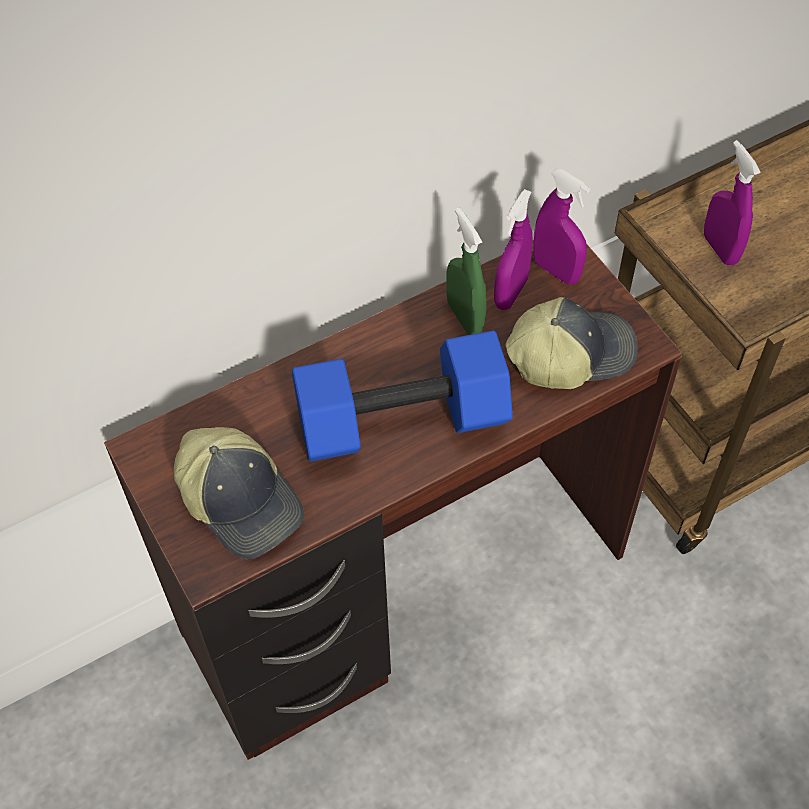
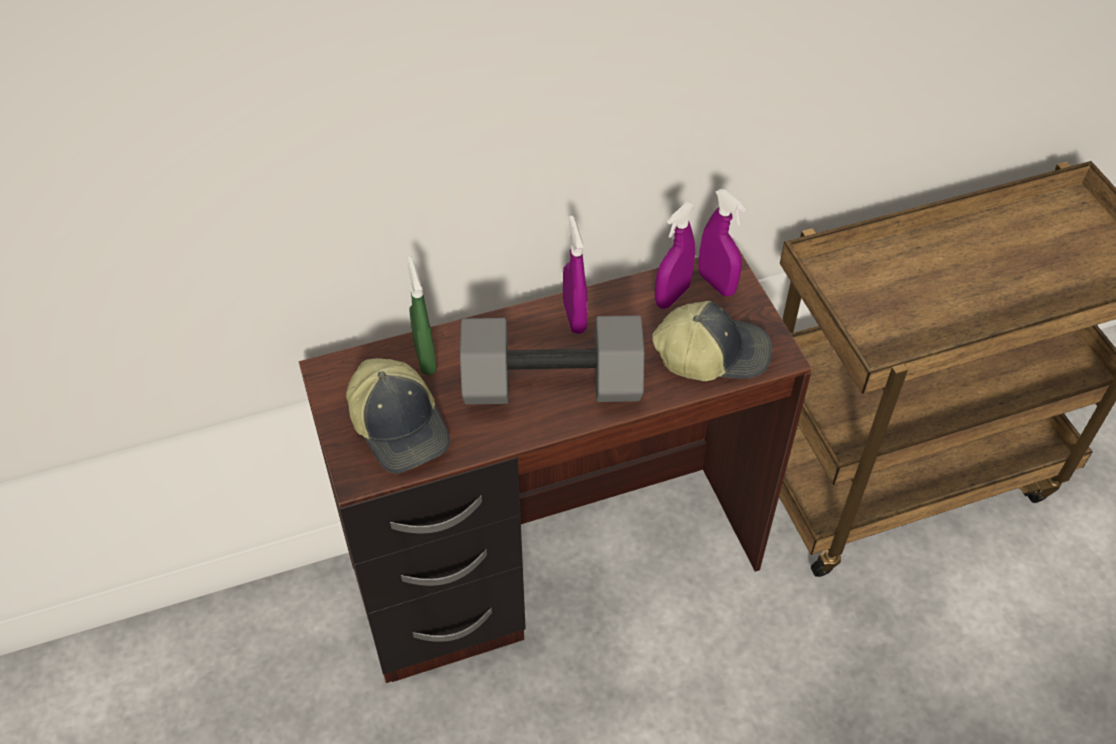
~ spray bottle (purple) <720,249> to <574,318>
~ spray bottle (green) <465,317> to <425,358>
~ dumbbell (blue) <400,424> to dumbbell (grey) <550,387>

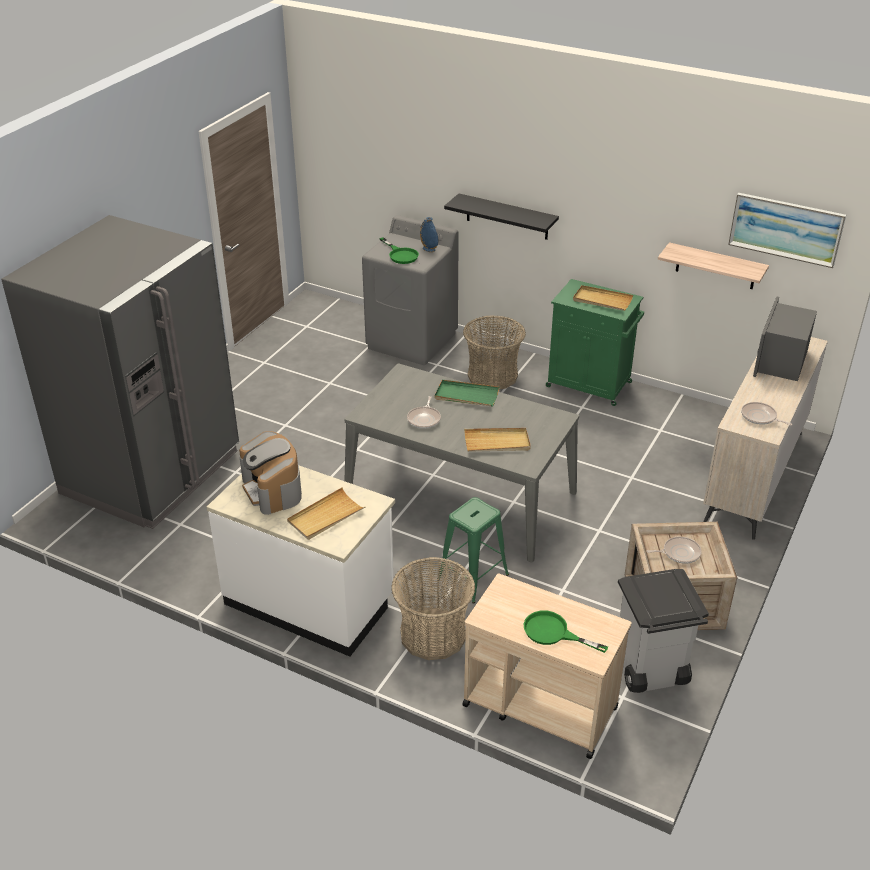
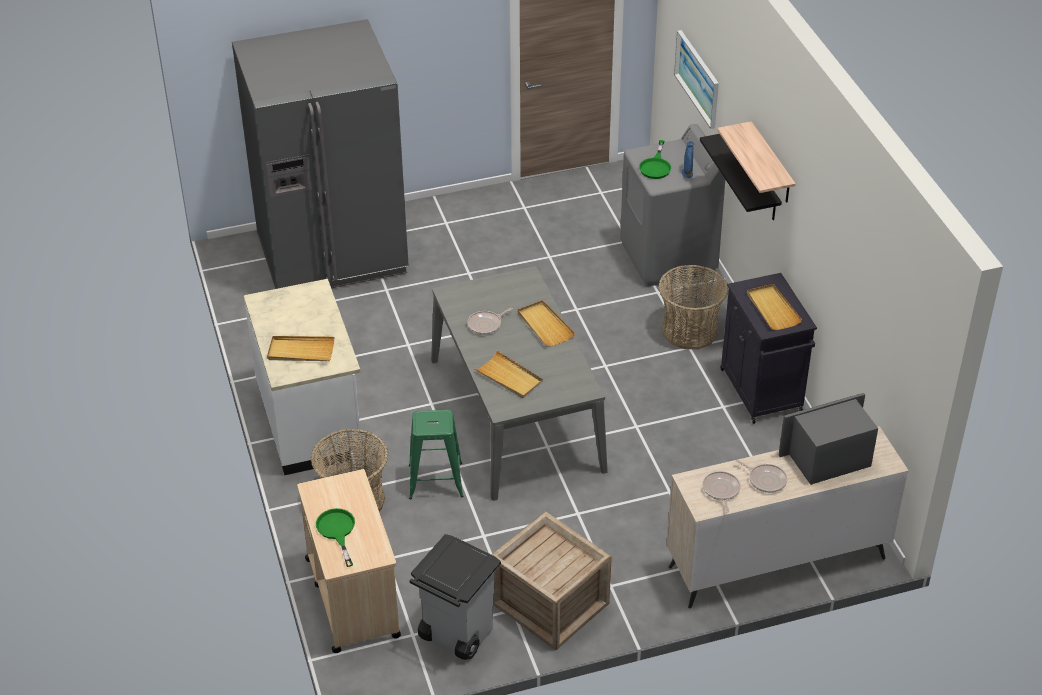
~ picture <786,229> to <698,78>
~ shelf <716,266> to <771,164>
~ cabinet (green) <590,385> to cabinet (black) <762,392>
~ tray (green) <466,395> to tray (beige) <544,325>
- coffee machine <273,490>
~ frying pan <679,553> to <765,480>

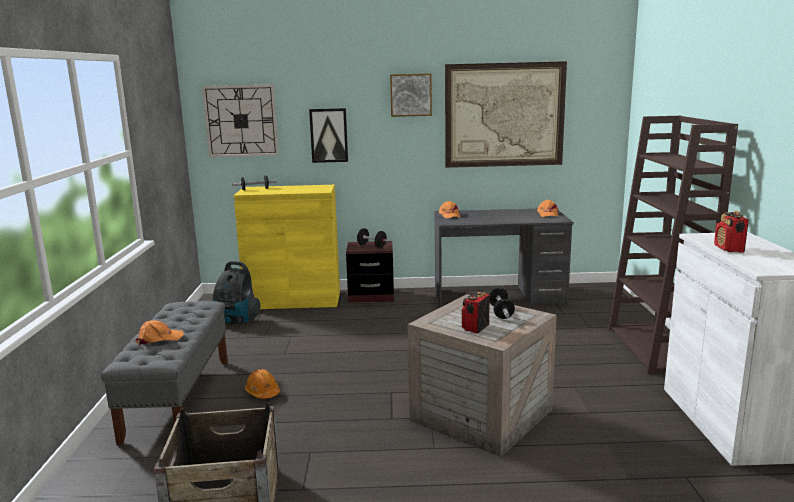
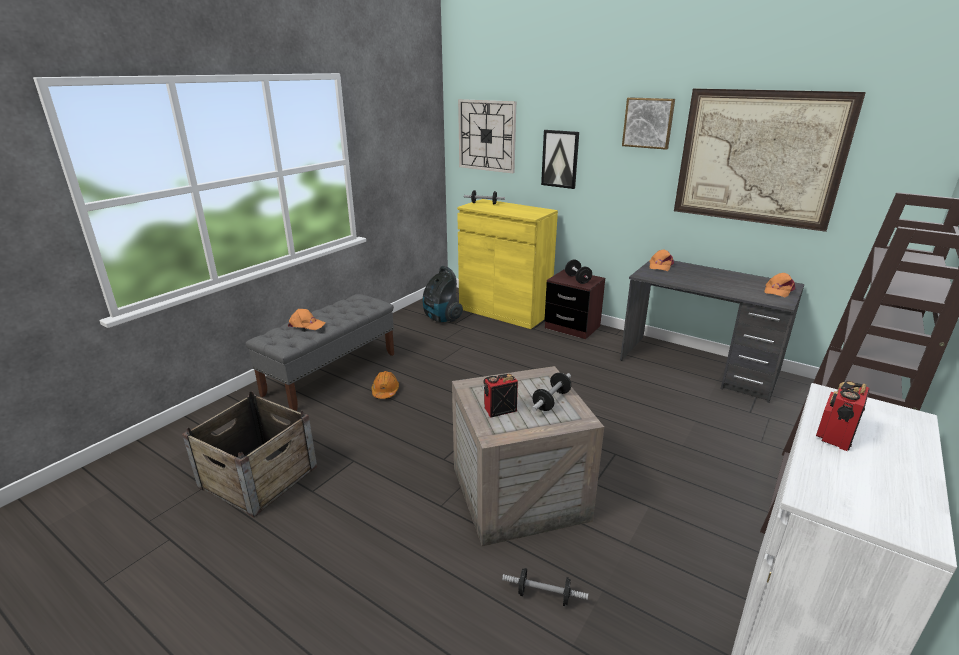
+ dumbbell <543,595>

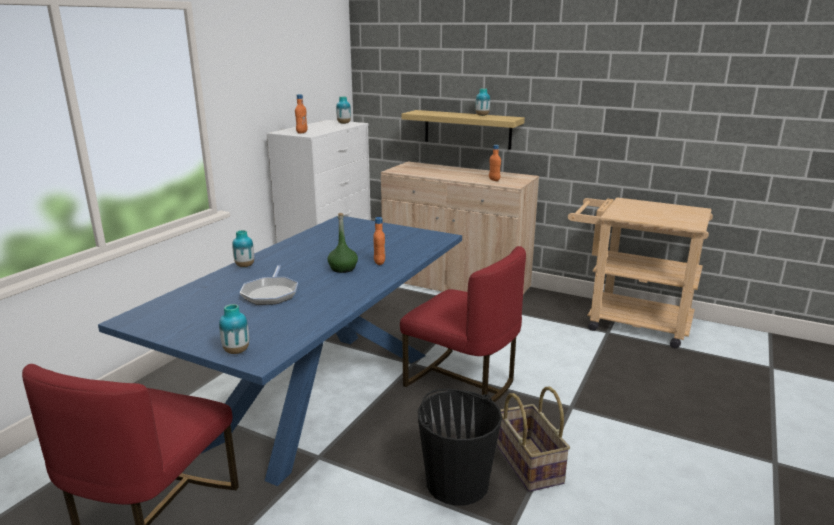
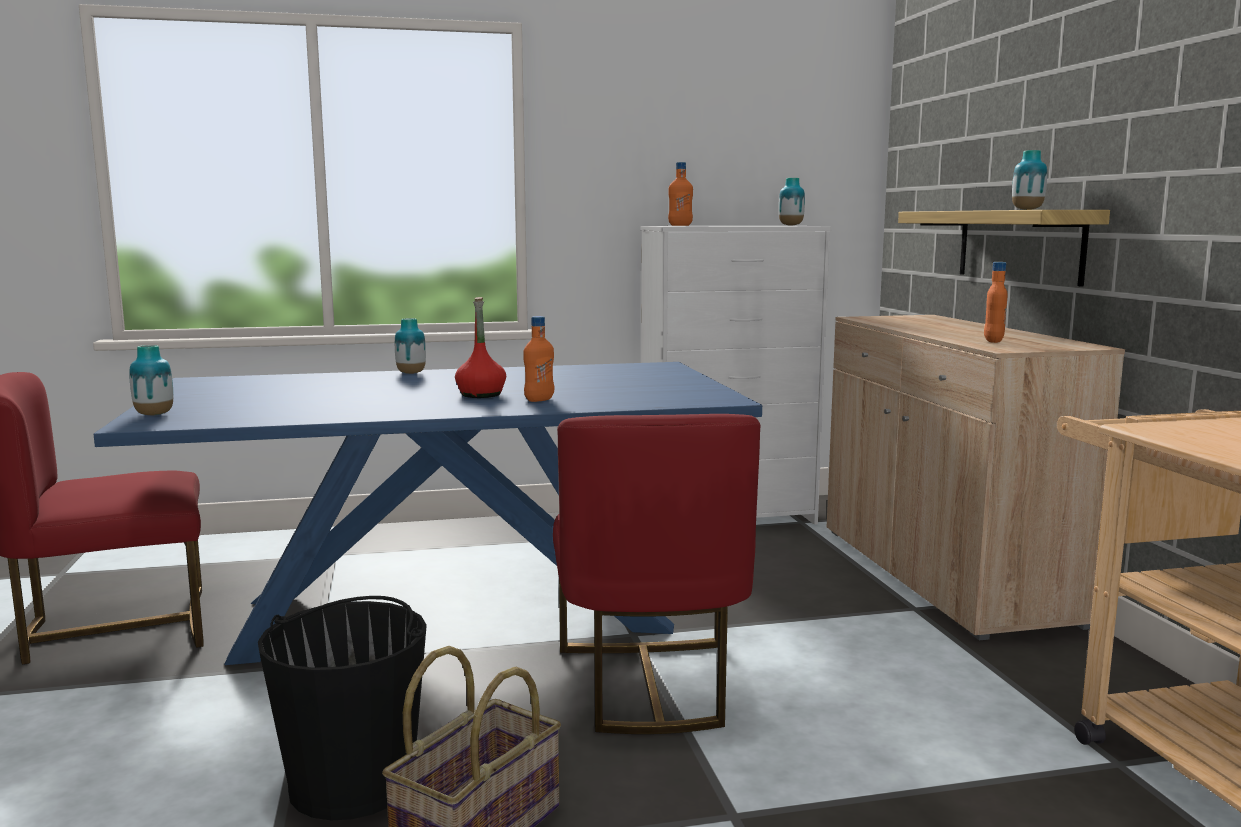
~ bottle (green) <343,268> to bottle (red) <481,395>
- frying pan <271,293>

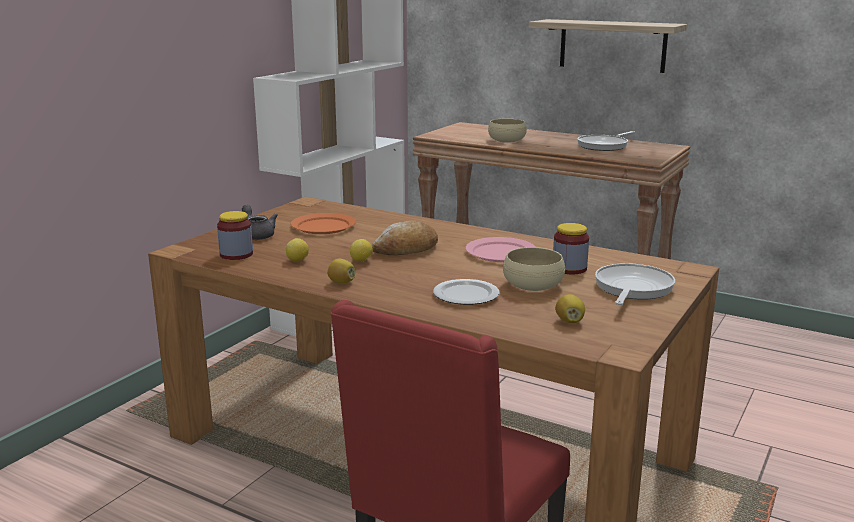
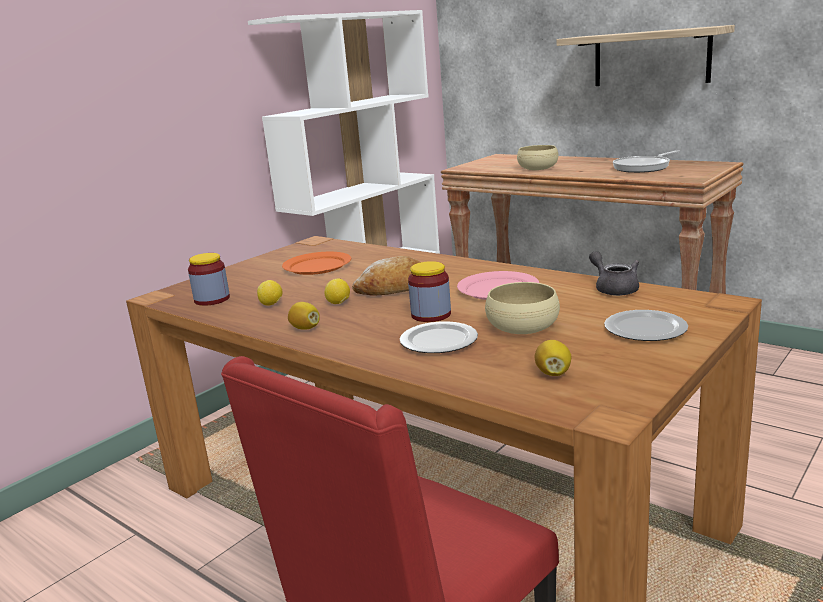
~ teapot (grey) <257,235> to <614,289>
~ jar <569,268> to <431,315>
~ frying pan <632,289> to plate <644,329>

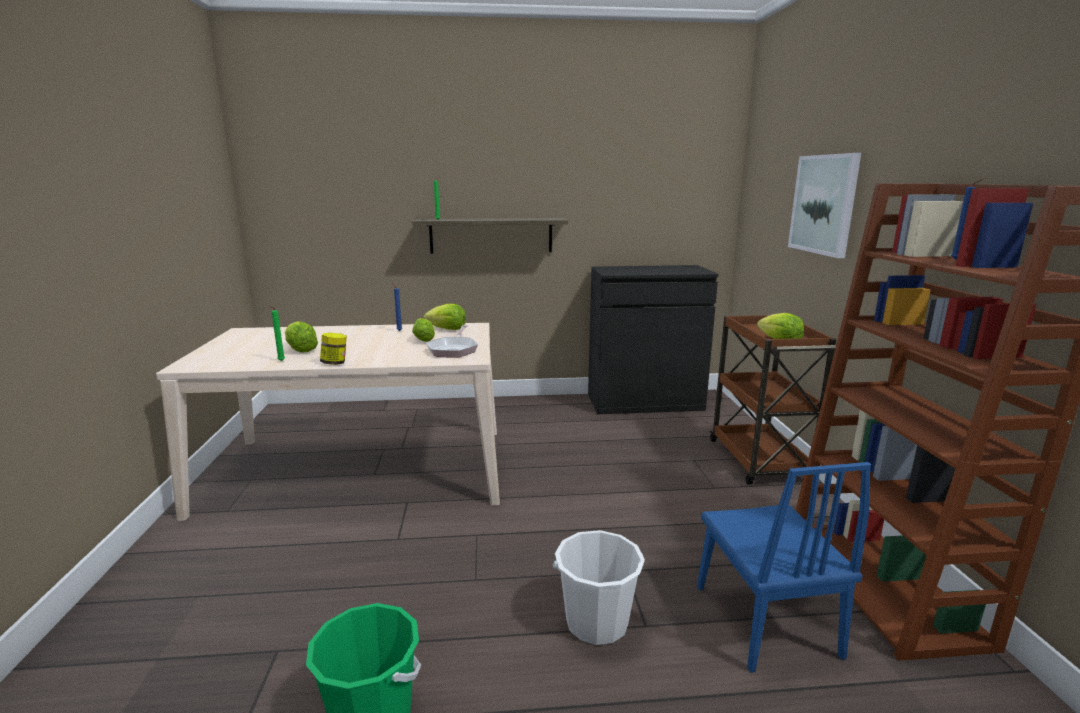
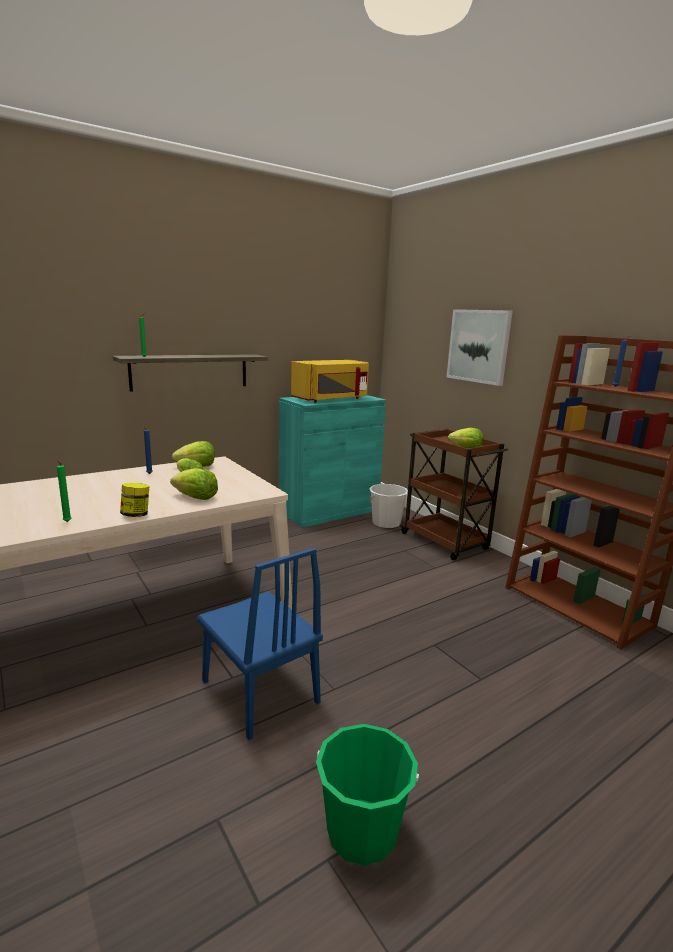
~ cabinet (black) <644,402> to cabinet (turquoise) <329,511>
~ lettuce <300,350> to <195,498>
- frying pan <453,349>
~ chair (blue) <765,619> to <259,691>
~ bucket (white) <597,622> to <386,523>
+ microwave (yellow) <331,399>

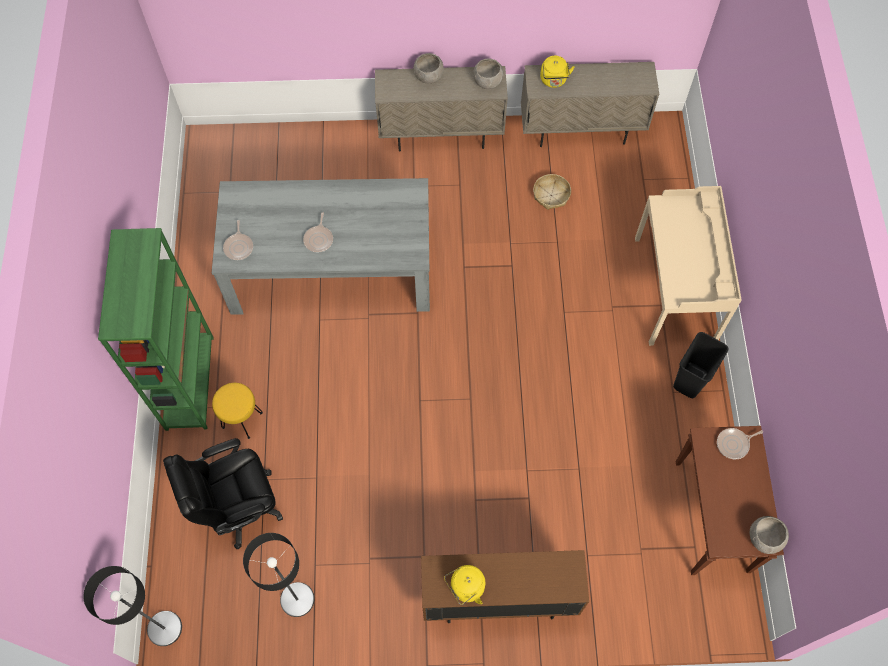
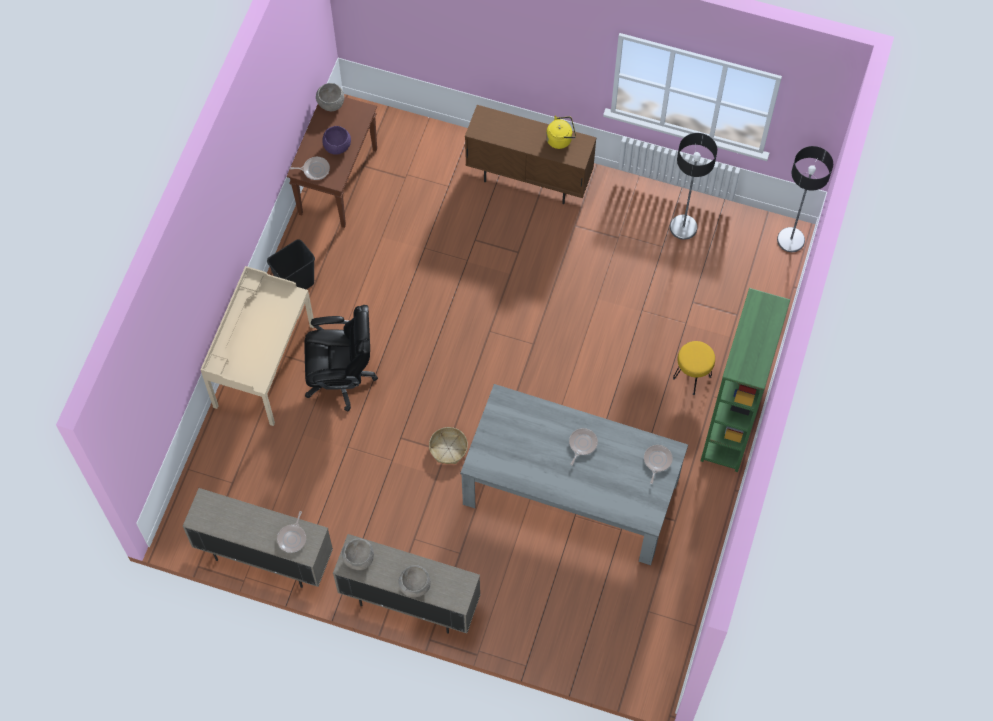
~ kettle (yellow) <554,81> to frying pan <292,538>
~ basket <551,195> to <448,449>
~ office chair (black) <239,506> to <341,377>
+ bowl (purple) <337,147>

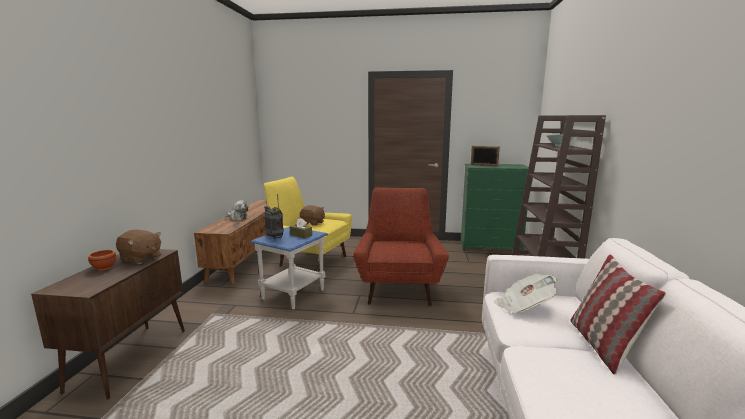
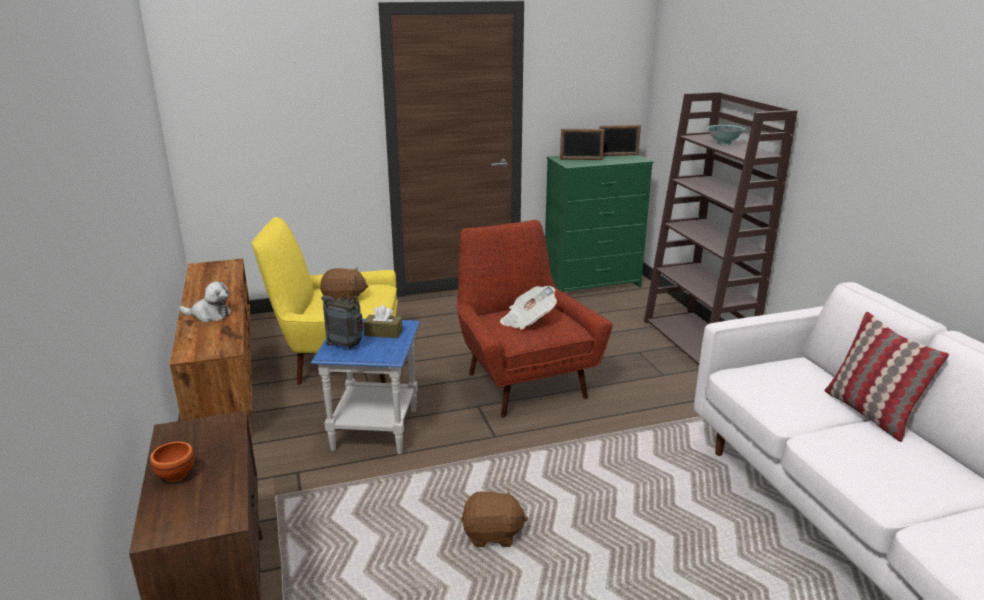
~ plush toy (brown) <141,259> to <492,534>
~ newspaper <523,306> to <527,321>
+ picture frame <618,155>

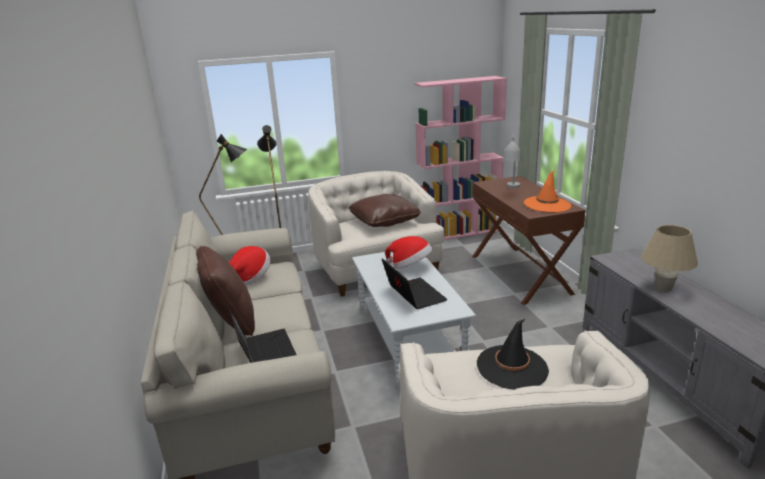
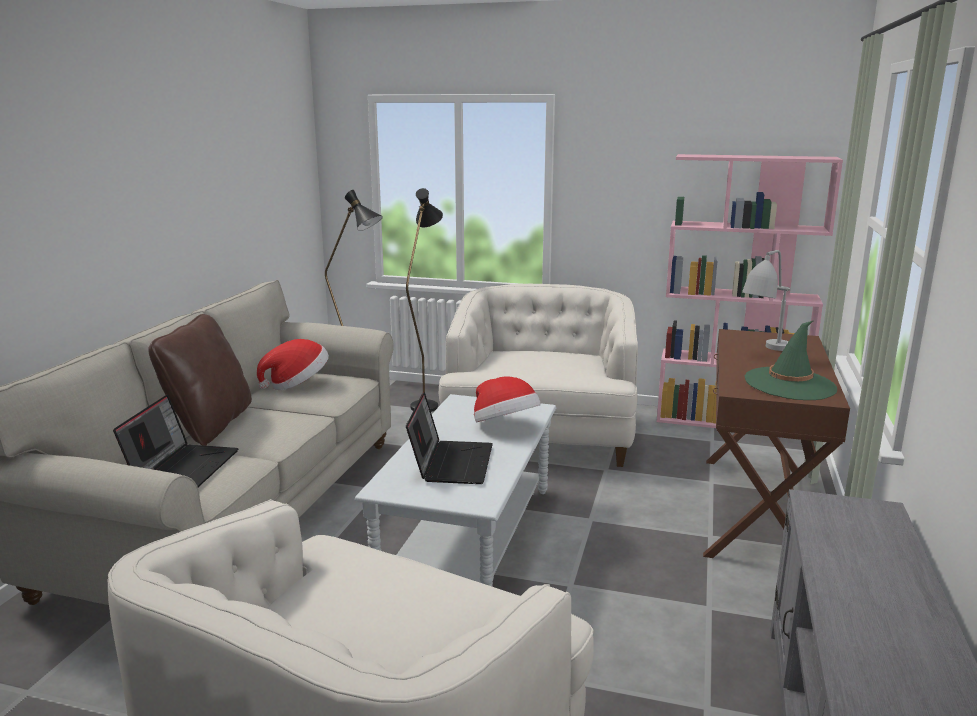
~ hat (orange) <547,204> to hat (green) <790,384>
- pillow (brown) <384,221>
- table lamp (beige) <664,288>
- hat (black) <512,367>

